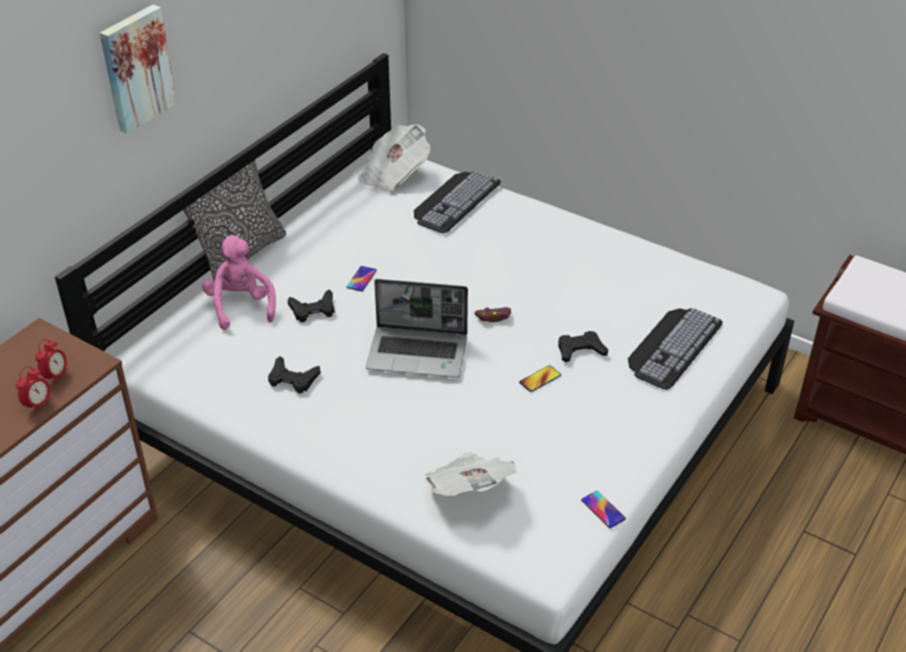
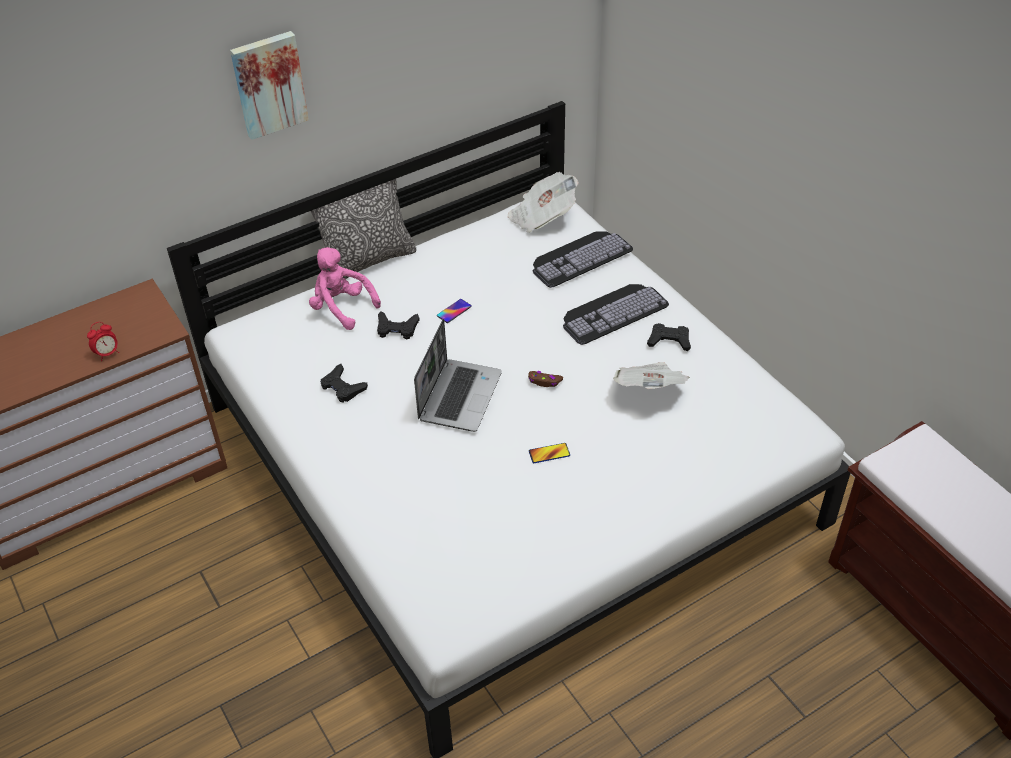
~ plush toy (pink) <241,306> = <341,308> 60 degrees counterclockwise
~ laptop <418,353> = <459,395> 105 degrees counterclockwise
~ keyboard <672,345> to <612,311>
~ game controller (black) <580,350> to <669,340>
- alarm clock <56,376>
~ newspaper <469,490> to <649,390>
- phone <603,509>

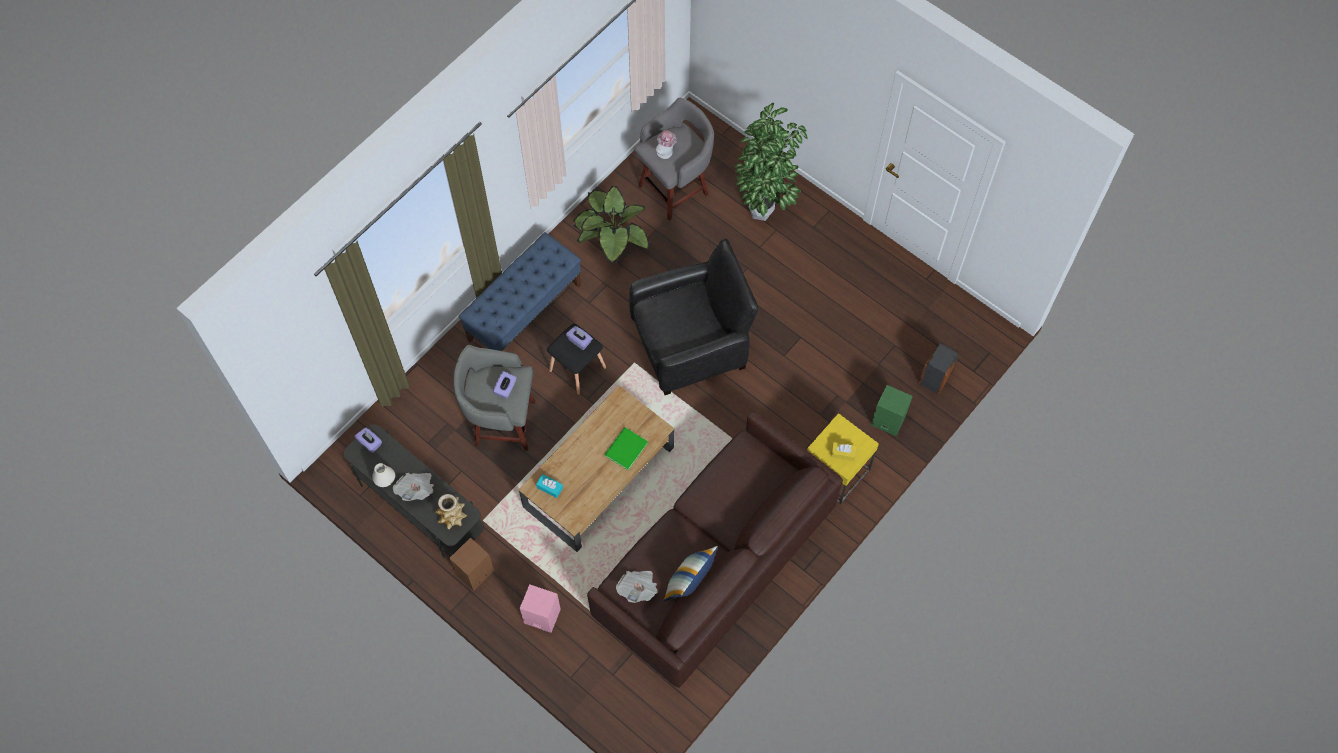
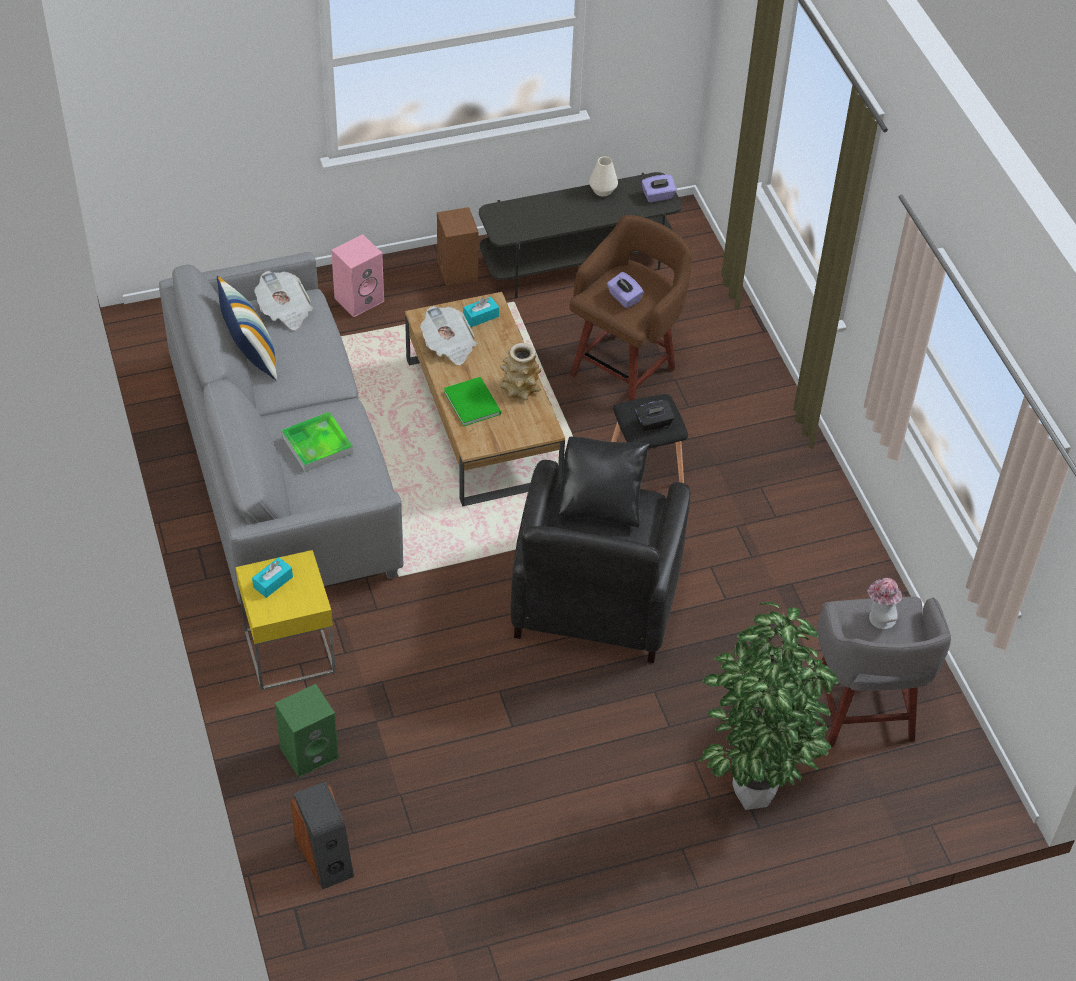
- potted plant <612,245>
- bench (blue) <525,312>
~ tissue box (purple) <580,341> to tissue box (black) <653,423>
~ stool (grey) <502,423> to stool (brown) <625,369>
~ sofa (brown) <713,564> to sofa (grey) <283,468>
~ tissue box (yellow) <843,453> to tissue box (turquoise) <273,582>
~ newspaper <416,489> to <449,346>
~ vase <452,517> to <520,389>
+ tray <317,445>
+ pillow (black) <601,500>

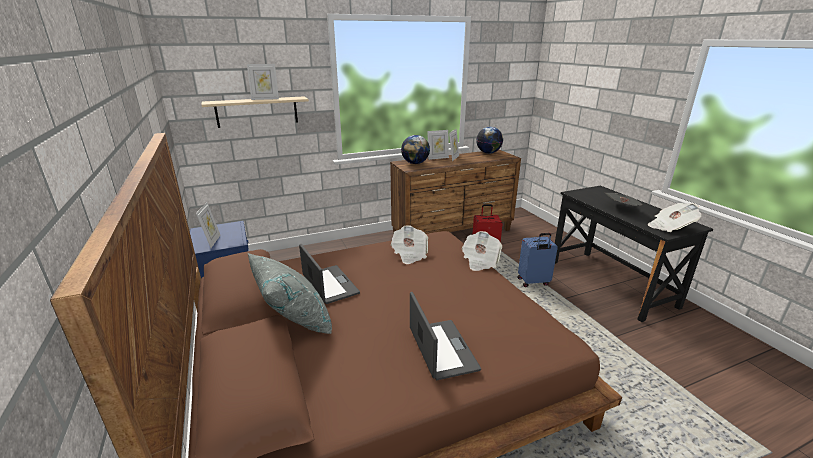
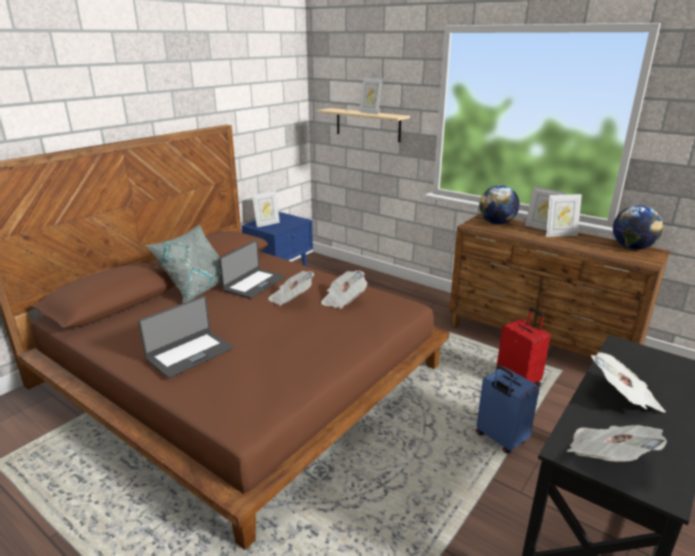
~ newspaper <480,261> to <291,299>

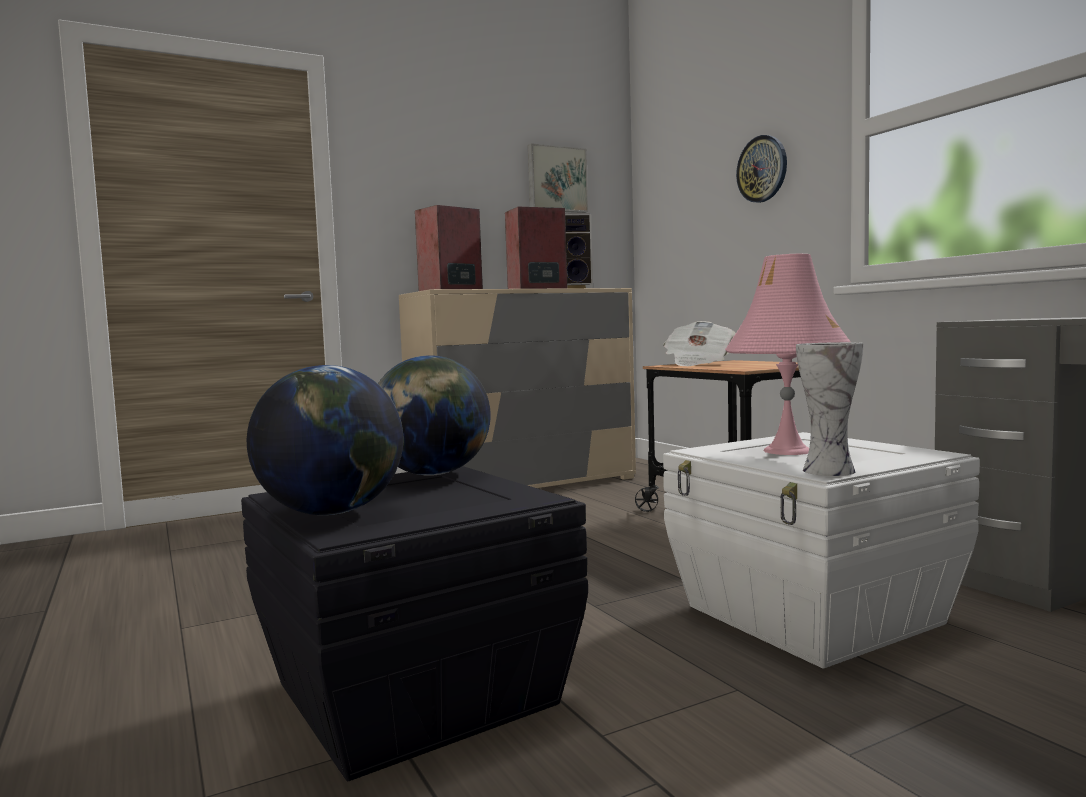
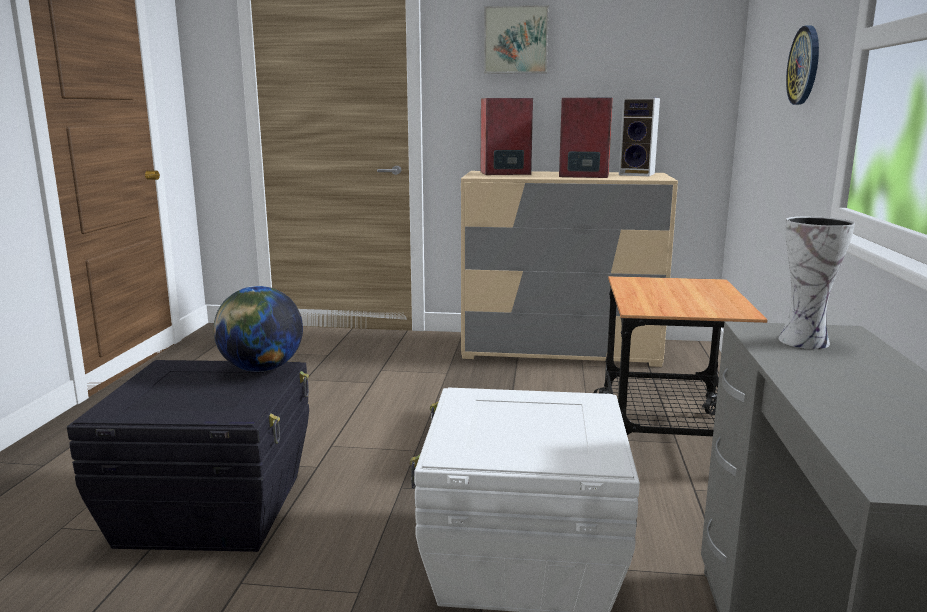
~ picture <556,179> to <516,40>
- table lamp (pink) <787,451>
- newspaper <698,364>
~ vase <827,470> to <803,340>
- globe <332,512>

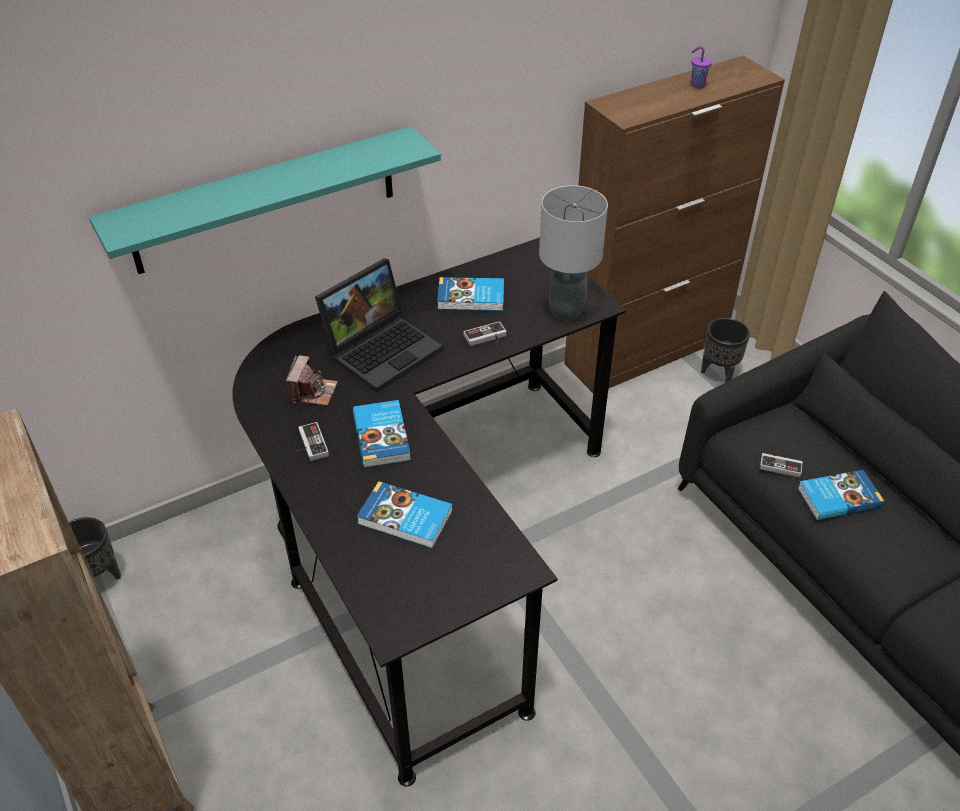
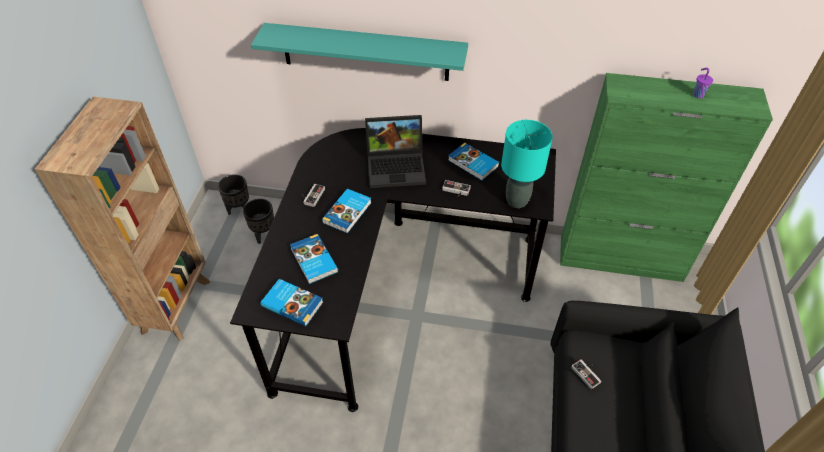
~ cabinet (brown) <647,351> to cabinet (green) <621,259>
~ table lamp (grey) <567,311> to table lamp (turquoise) <517,201>
~ planter (black) <718,373> to <264,234>
- photo camera <313,392>
~ book <838,497> to <292,303>

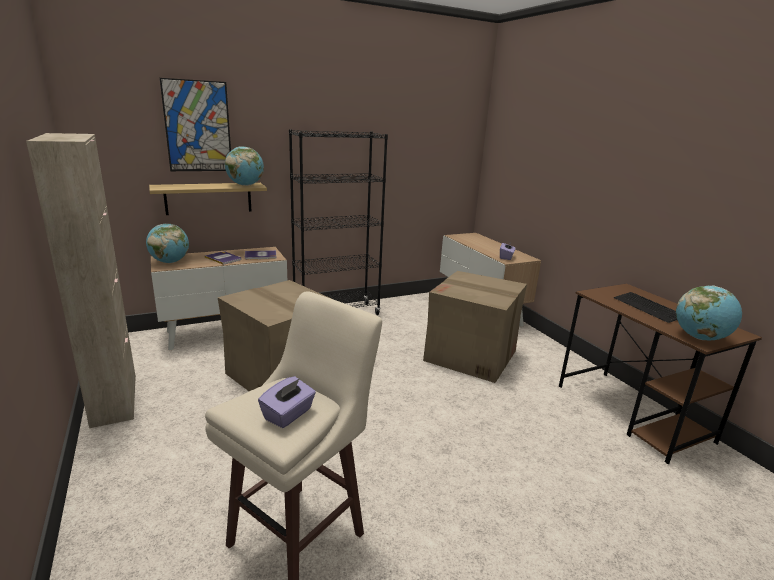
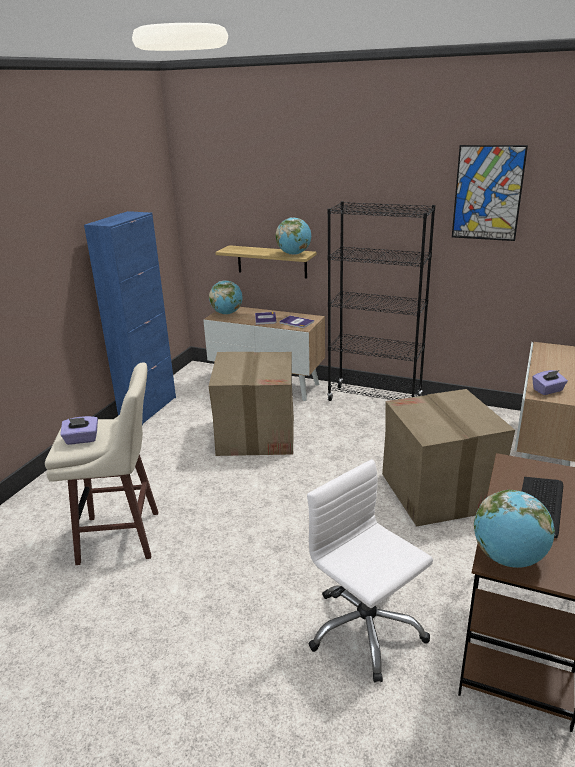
~ picture <198,126> to <487,193>
~ cabinet (beige) <114,400> to cabinet (blue) <148,408>
+ office chair (white) <365,629>

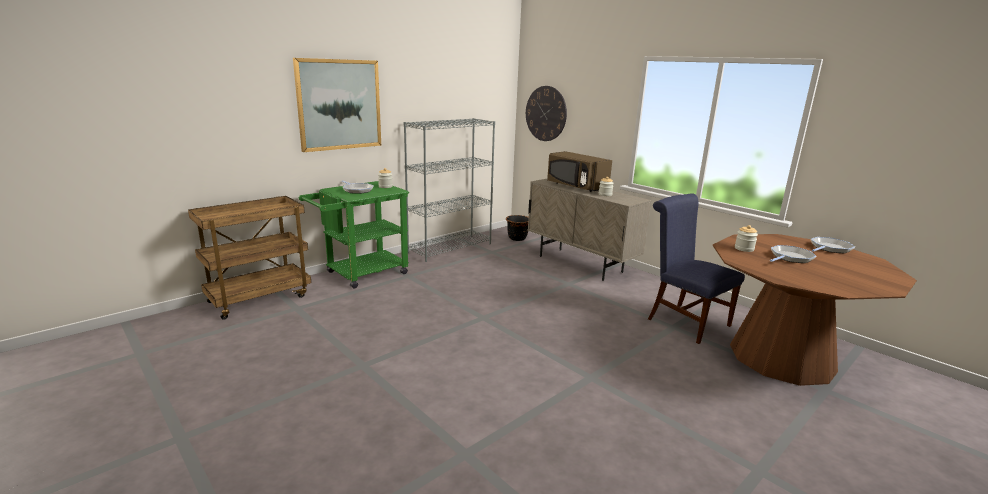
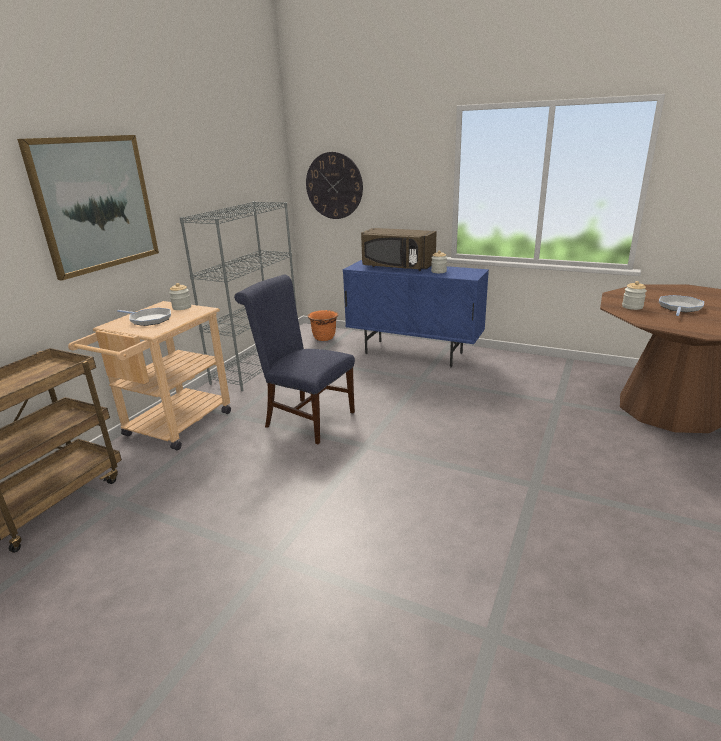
~ cabinet (beige) <580,264> to cabinet (blue) <413,353>
~ cart (green) <361,274> to cart (beige) <172,428>
~ chair (blue) <683,320> to <305,418>
~ planter (black) <517,238> to planter (orange) <324,338>
- frying pan <829,248>

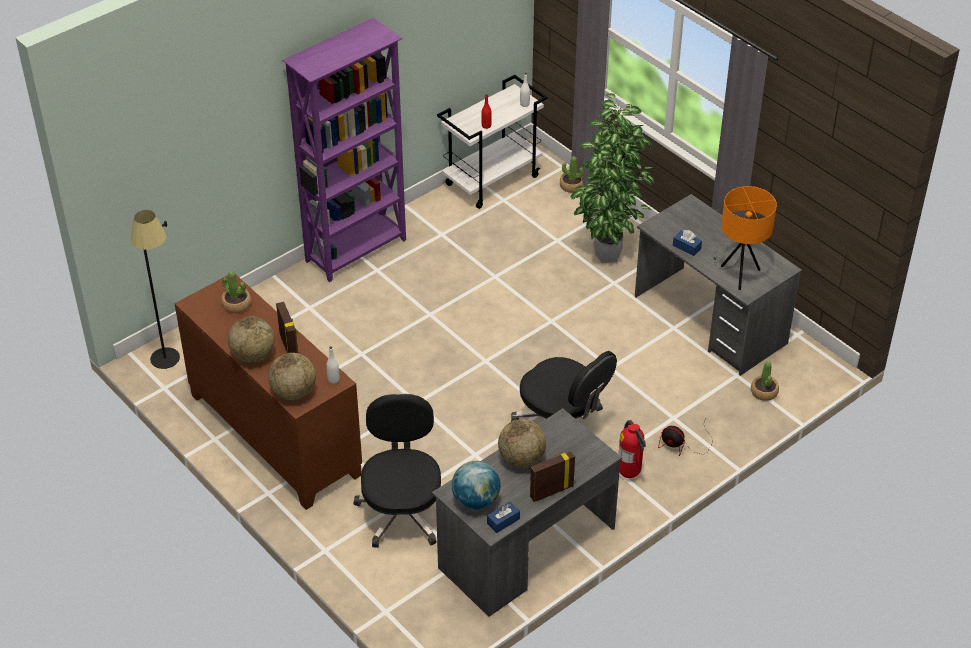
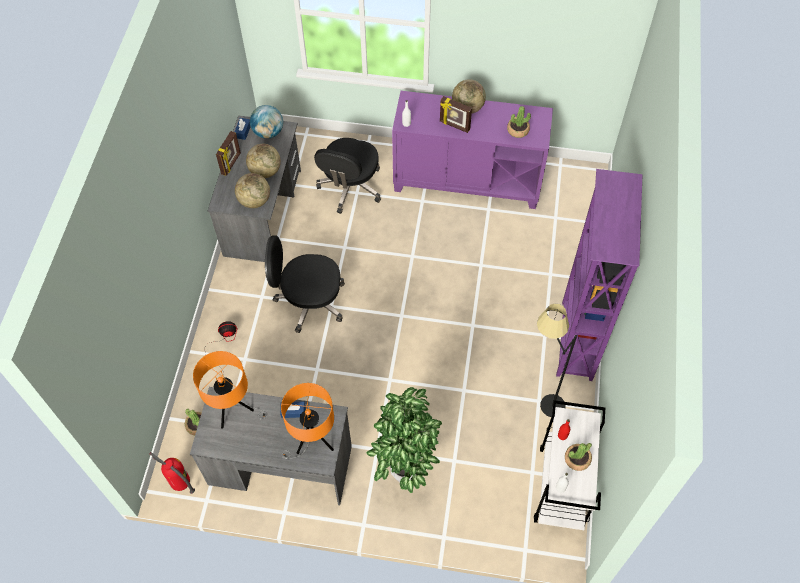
~ potted plant <571,186> to <577,459>
~ floor lamp (black) <170,366> to <541,402>
~ cabinet (brown) <273,435> to cabinet (purple) <467,180>
~ globe <294,392> to <254,201>
~ office chair (black) <403,511> = <350,187> 60 degrees clockwise
~ fire extinguisher <629,473> to <181,484>
+ table lamp (orange) <312,443>

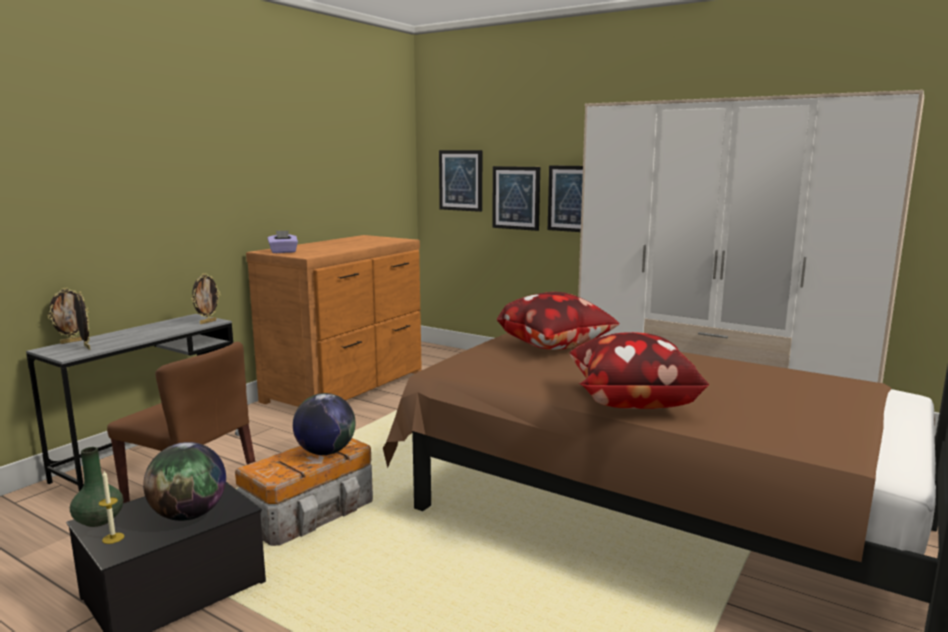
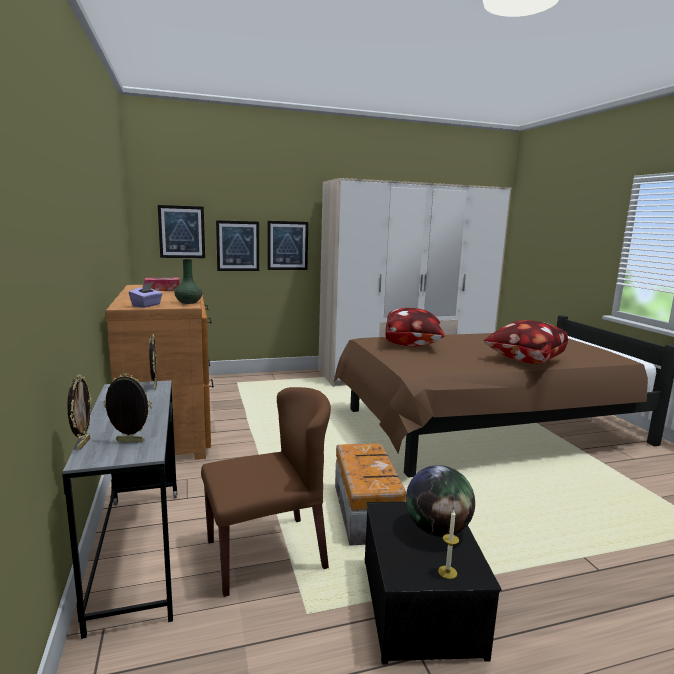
- globe <325,452>
~ vase (green) <99,520> to <189,302>
+ tissue box <162,289>

